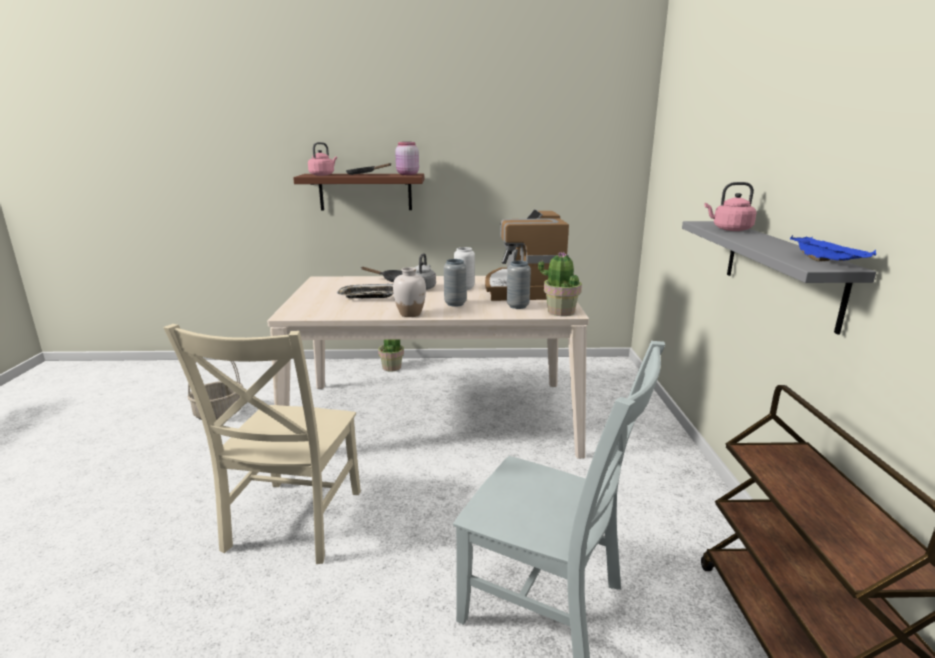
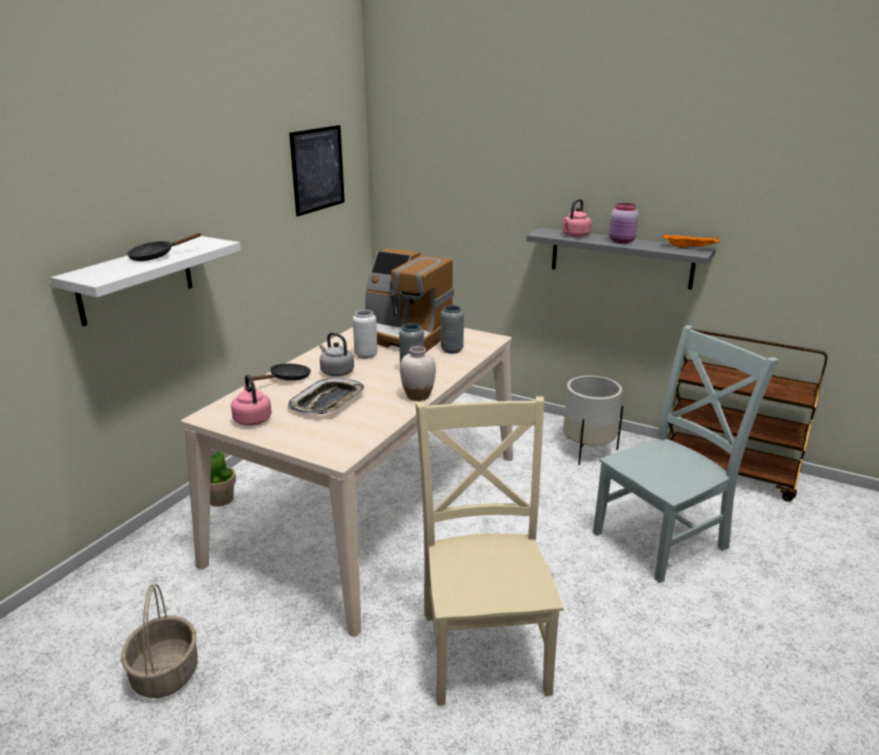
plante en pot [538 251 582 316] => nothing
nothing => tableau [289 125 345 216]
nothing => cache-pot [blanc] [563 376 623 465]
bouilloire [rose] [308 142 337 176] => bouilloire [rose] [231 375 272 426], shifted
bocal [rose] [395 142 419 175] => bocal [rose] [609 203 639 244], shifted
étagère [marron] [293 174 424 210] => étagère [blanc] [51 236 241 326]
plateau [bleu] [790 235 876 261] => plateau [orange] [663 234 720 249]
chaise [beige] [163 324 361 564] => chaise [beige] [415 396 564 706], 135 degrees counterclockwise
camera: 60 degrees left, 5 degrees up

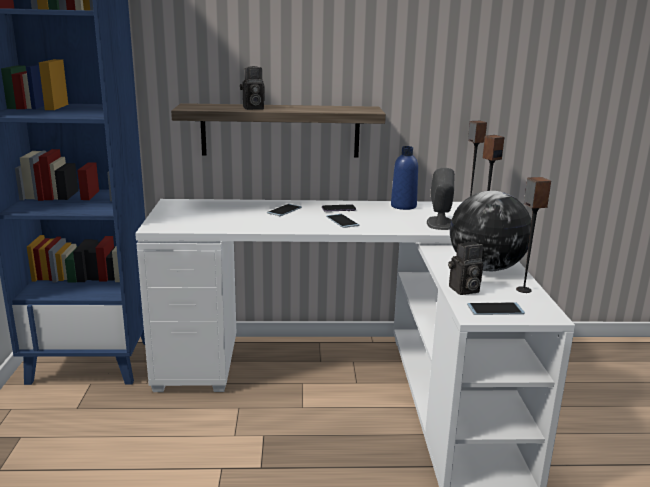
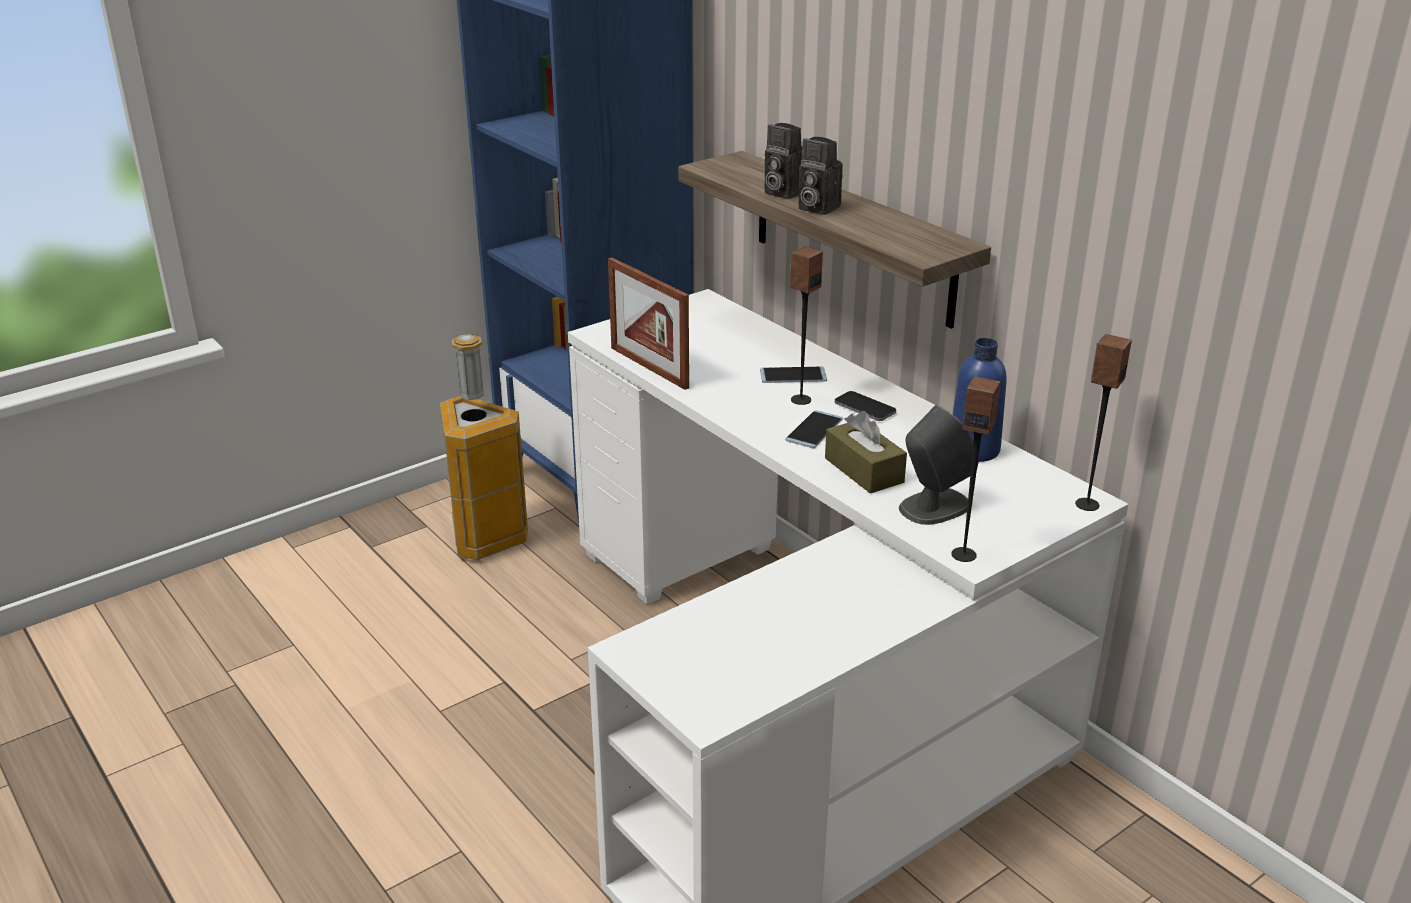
globe [450 191 532 271] => nothing
téléphone [467 302 525 315] => nothing
nothing => poubelle [440 334 528 560]
nothing => cadre photo [608 257 689 390]
nothing => boîte à mouchoirs [marron] [825 411 907 494]
appareil photo [448 242 483 295] => appareil photo [798 137 843 215], shifted
enceinte [516 177 551 293] => enceinte [790 246 823 405], shifted
camera: 55 degrees right, 10 degrees up

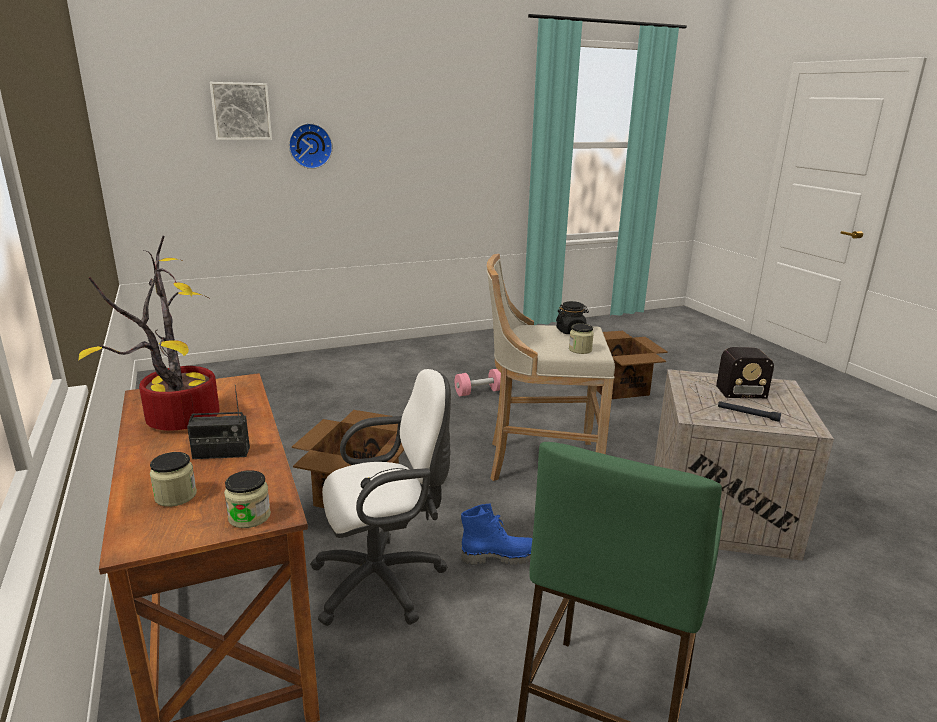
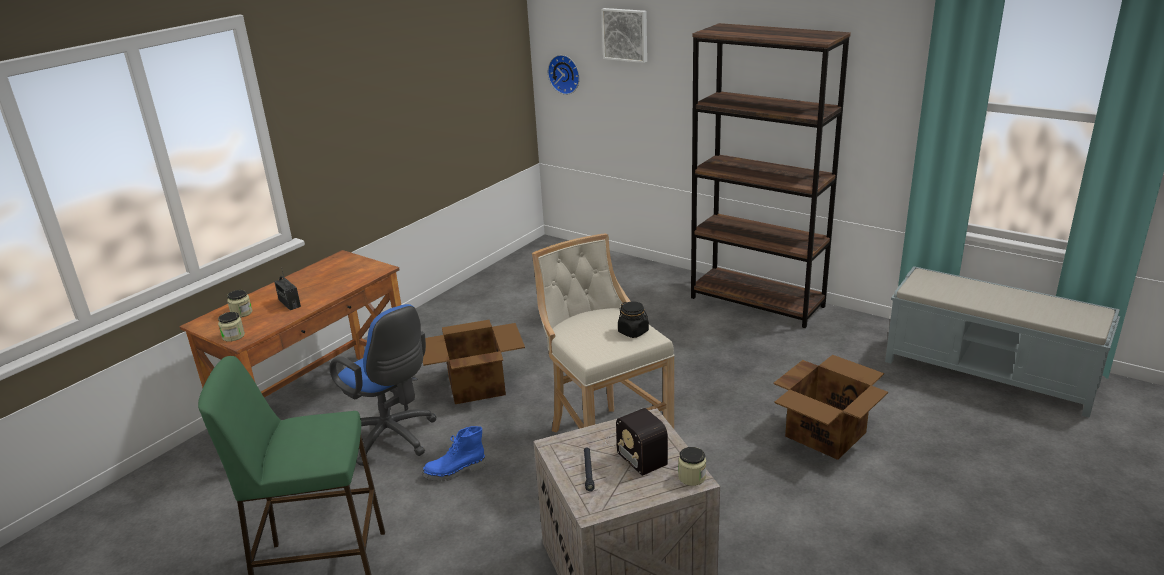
plante en pot [78 236 220 430] => nothing
haltère [rose] [455 369 501 396] => nothing
nothing => bibliothèque [marron] [691 23 851 328]
nothing => banc [gris] [885 266 1120 417]
horloge murale [289 123 333 169] => horloge murale [548 55 580 95], shifted
bocal [569 323 594 354] => bocal [678 447 706 486], shifted
chaise de bureau [blanc] [310 369 451 626] => chaise de bureau [bleu] [329 304 437 466]
botte [bleu] [461 504 532 565] => botte [bleu] [422 426 486 481], 105 degrees clockwise
camera: 60 degrees right, 5 degrees up

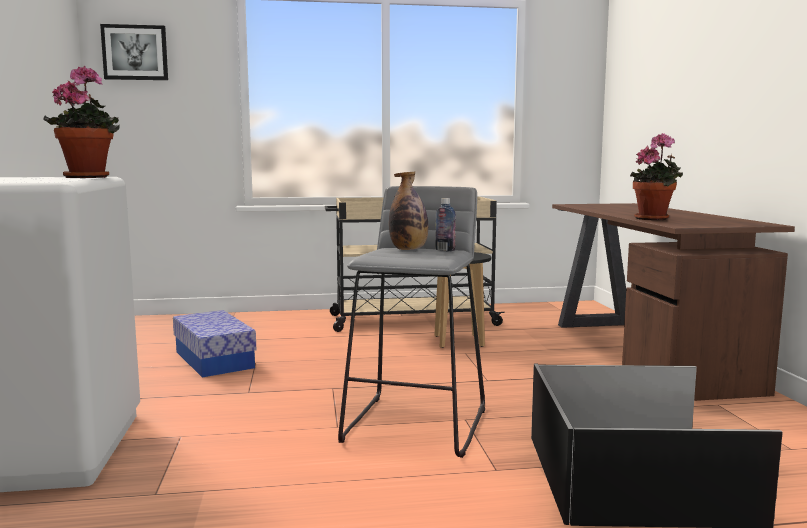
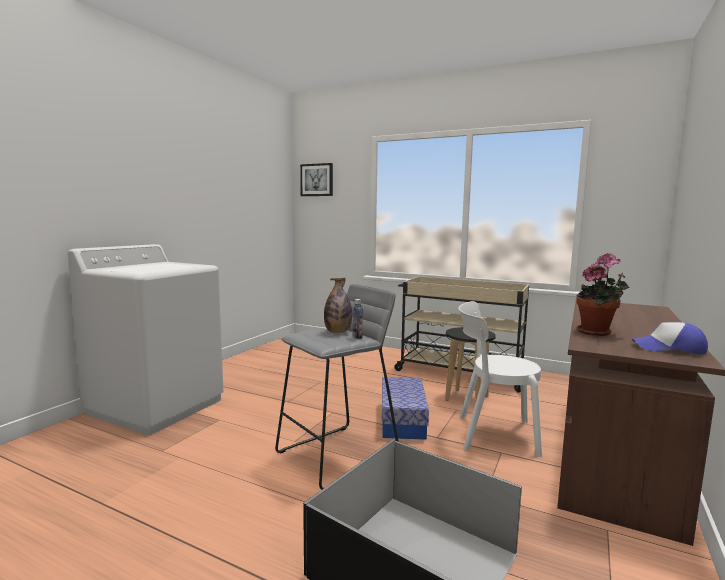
plante en pot [43 66 120 178] => nothing
nothing => chaise [blanc] [459 301 542 457]
nothing => casquette [632 322 708 354]
boîte de rangement [173 310 256 377] => boîte de rangement [382 377 429 440], shifted
camera: 35 degrees right, 0 degrees up

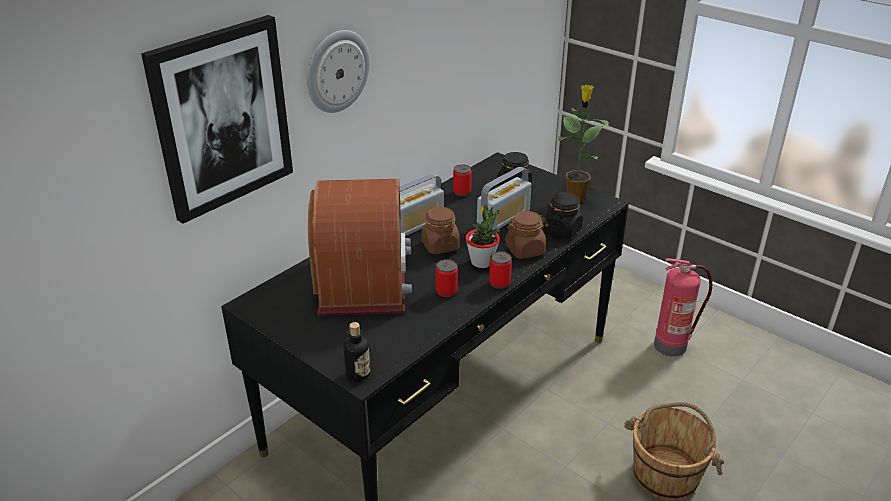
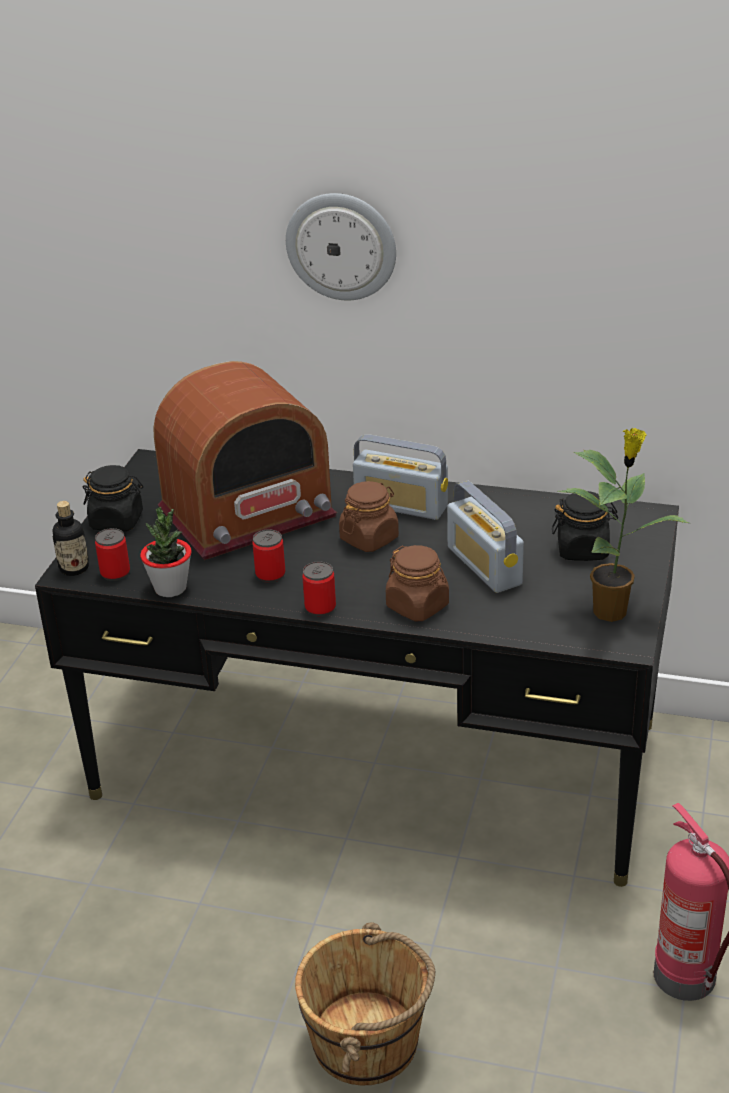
tableau [141 15 293 224] => nothing
boîte métallique [453 165 472 196] => boîte métallique [95 528 130 581], shifted
plante en pot [465 204 500 268] => plante en pot [140 507 192 597], shifted
bocal [noir] [544 192 583 239] => bocal [noir] [83 465 143 531], shifted
radio [477 167 531 230] => radio [447 481 524 593], 45 degrees clockwise
camera: 65 degrees right, 0 degrees up

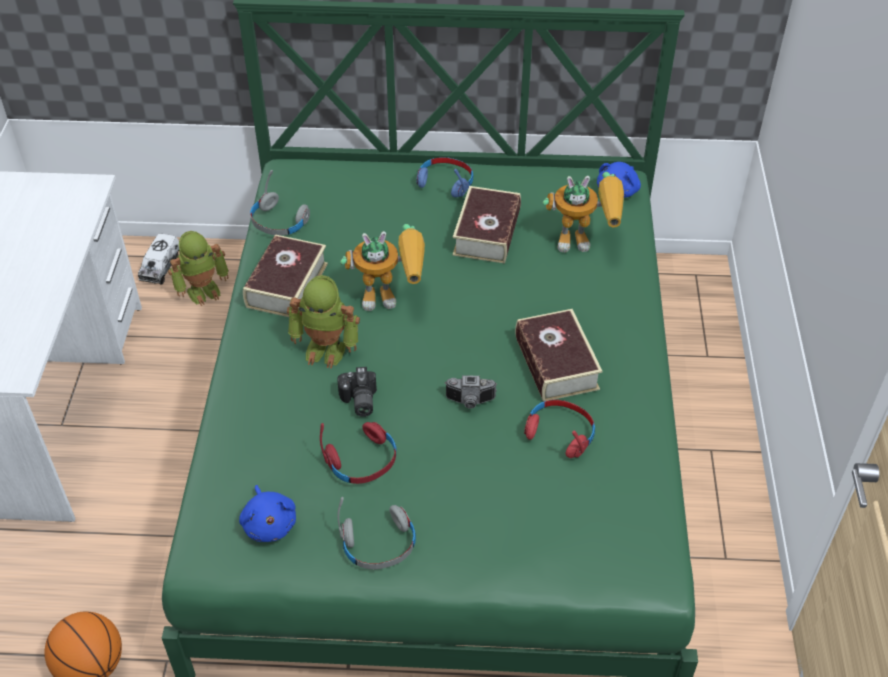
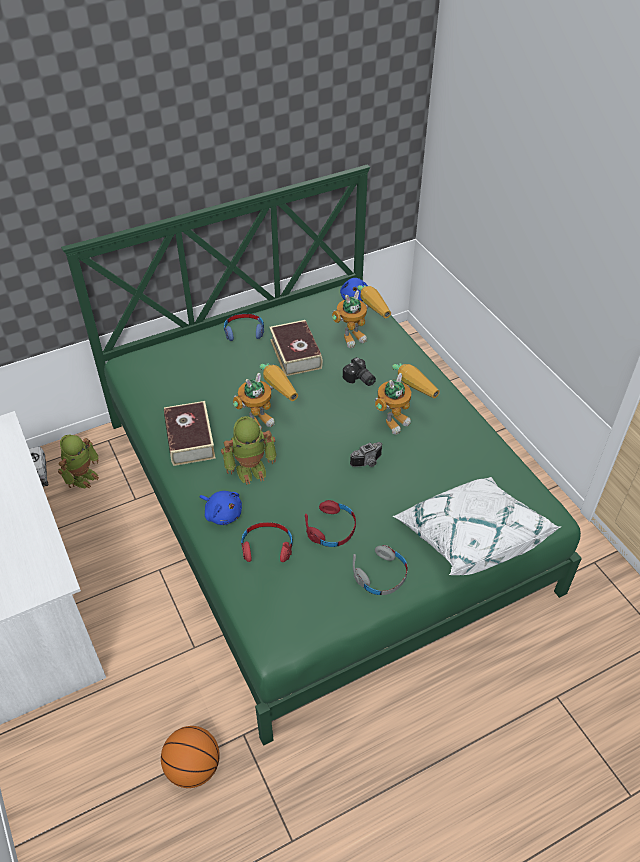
casque audio [gris] [250 170 310 236] => nothing
nothing => coussin [blanc] [393 477 560 575]
peluche [bleu] [239 485 296 542] => peluche [bleu] [200 491 242 525], shifted
appareil photo [337 367 377 417] => appareil photo [343 357 376 386], shifted
casque audio [rouge] [524 400 595 458] => casque audio [rouge] [241 522 293 562], shifted
livre [515 309 603 402] => robot jouet [375 363 440 435]
camera: 30 degrees left, 0 degrees up

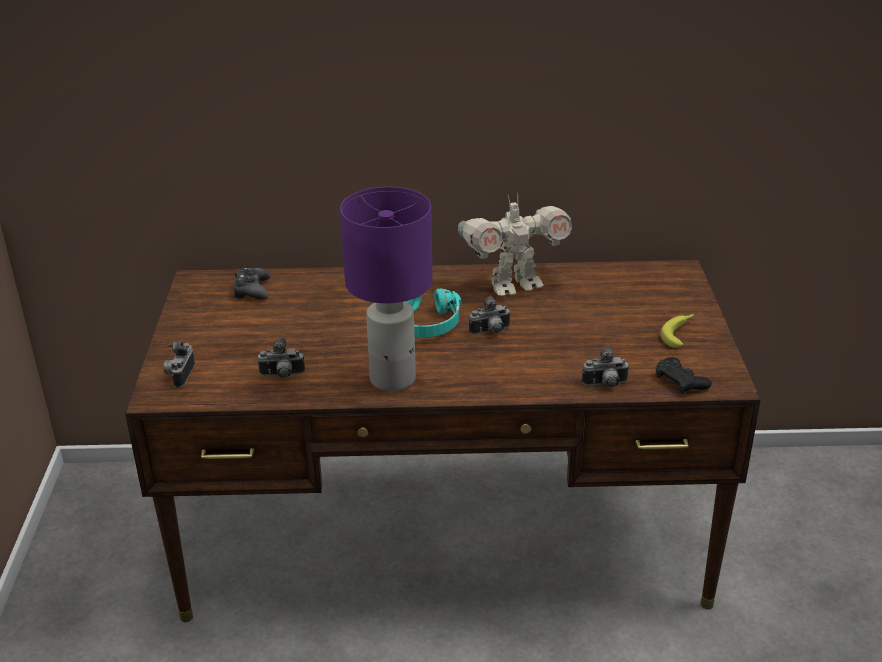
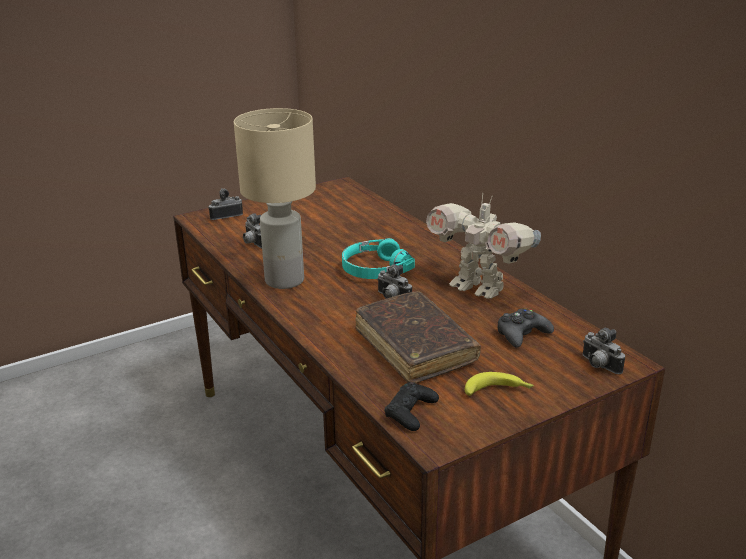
nothing => livre [marron] [355 291 481 383]
manette [noir] [233 268 270 300] => manette [noir] [498 308 554 348], shifted
appareil photo [582 346 629 388] => appareil photo [583 328 625 374], shifted
lampe de table [violet] [340 187 432 391] => lampe de table [beige] [234 108 316 289]
camera: 60 degrees right, 5 degrees down

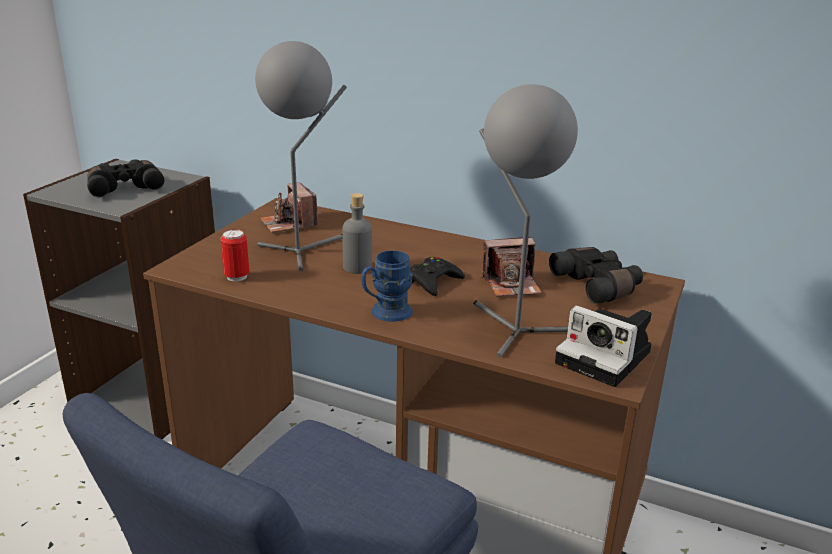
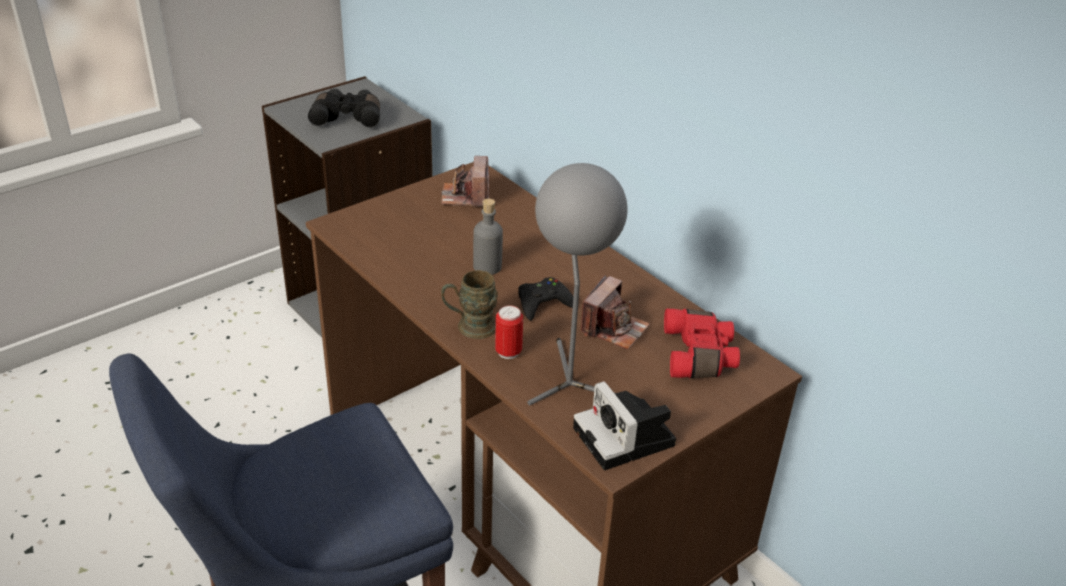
lampe de table [gris] [255 41 347 271] => nothing
boîte métallique [221 229 249 281] => boîte métallique [495 305 523 359], shifted
mug [bleu] [361 251 413 322] => mug [marron] [441 270 498 339]
jumelles [noir] [549 247 643 304] => jumelles [rouge] [664 309 740 378]
appareil photo [481 236 542 297] => appareil photo [581 275 650 350], 75 degrees counterclockwise
camera: 25 degrees right, 10 degrees up

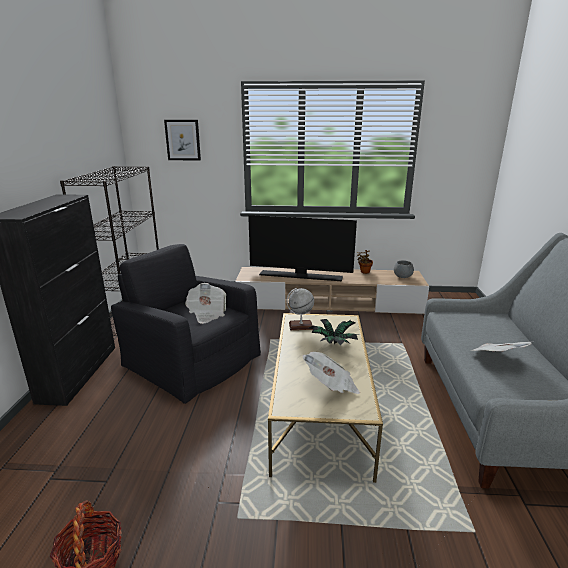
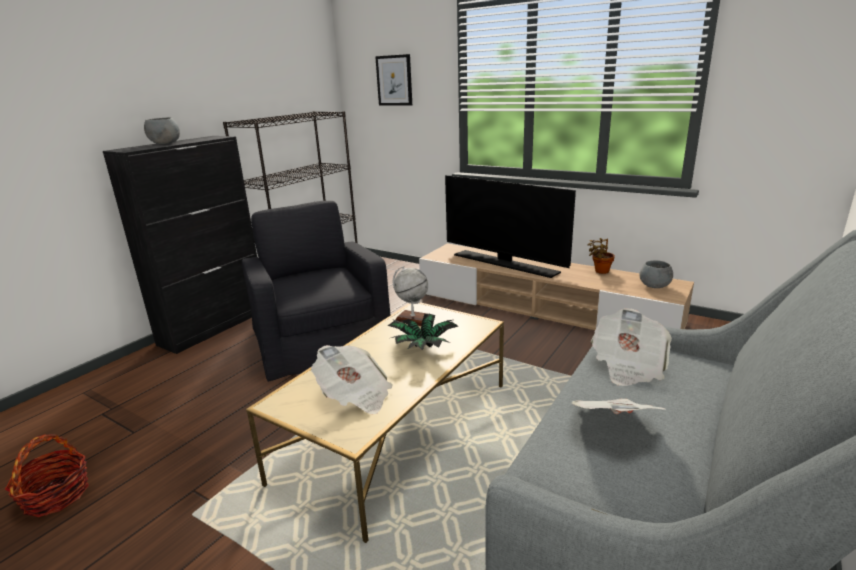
nothing => bol [gris] [144 117 180 144]
journal [185 283 226 324] => journal [591 308 672 386], shifted
camera: 30 degrees right, 0 degrees up

